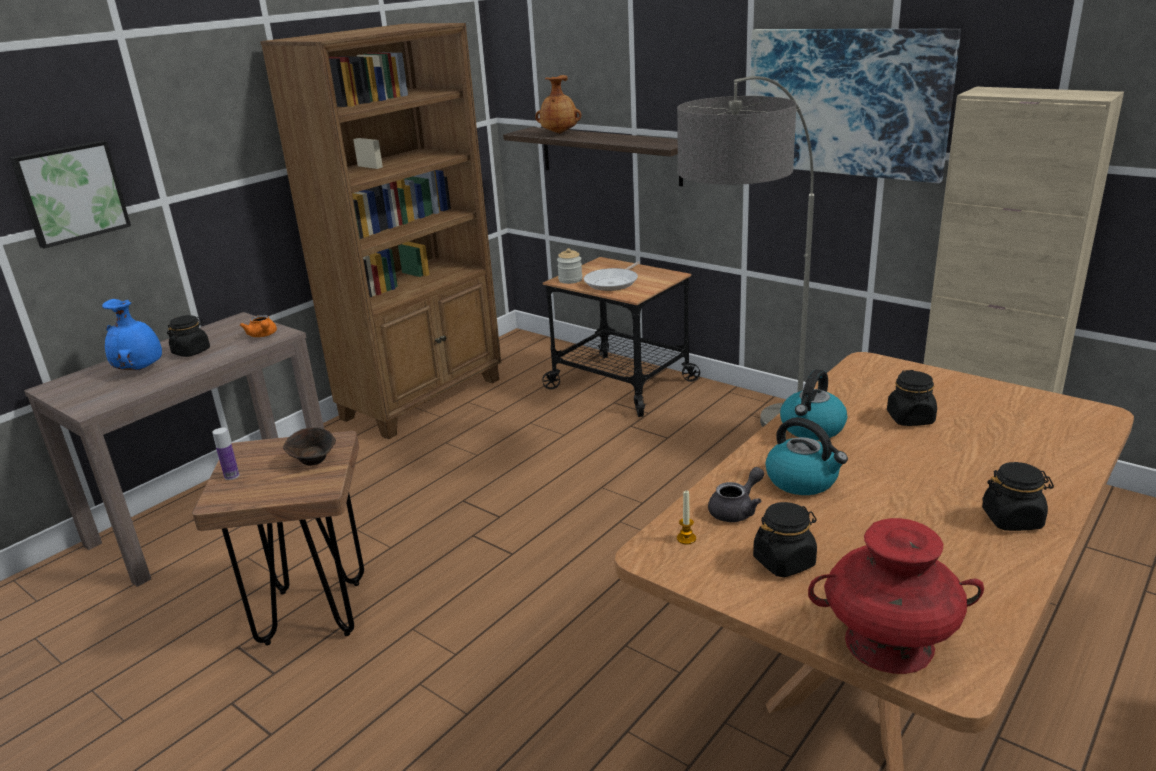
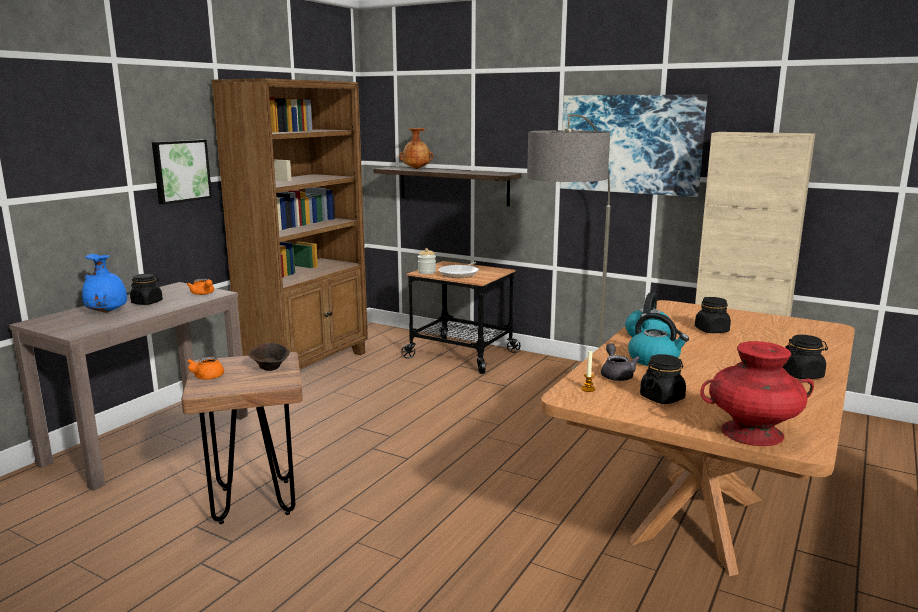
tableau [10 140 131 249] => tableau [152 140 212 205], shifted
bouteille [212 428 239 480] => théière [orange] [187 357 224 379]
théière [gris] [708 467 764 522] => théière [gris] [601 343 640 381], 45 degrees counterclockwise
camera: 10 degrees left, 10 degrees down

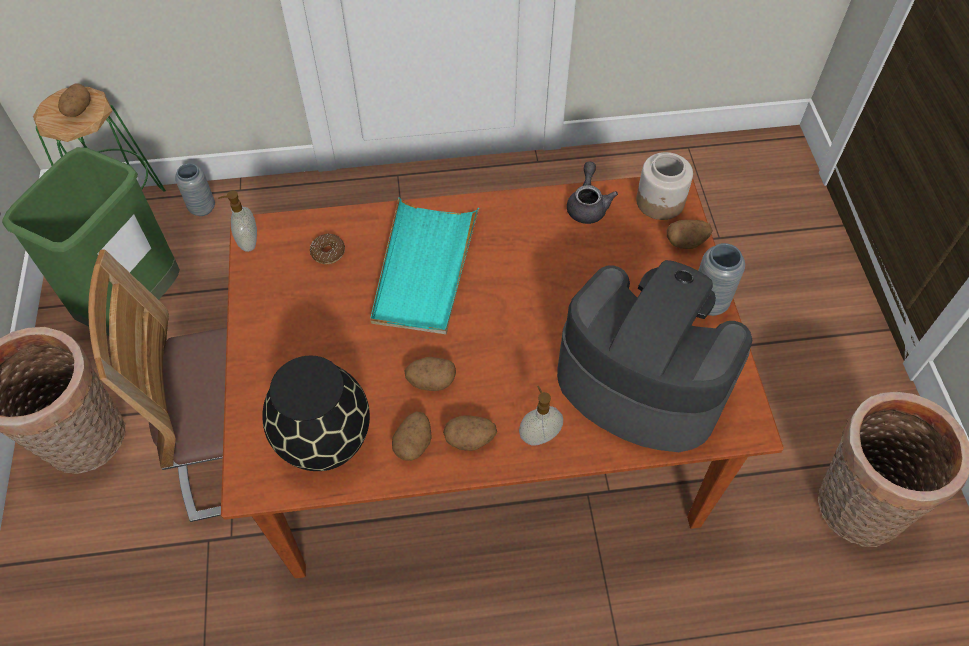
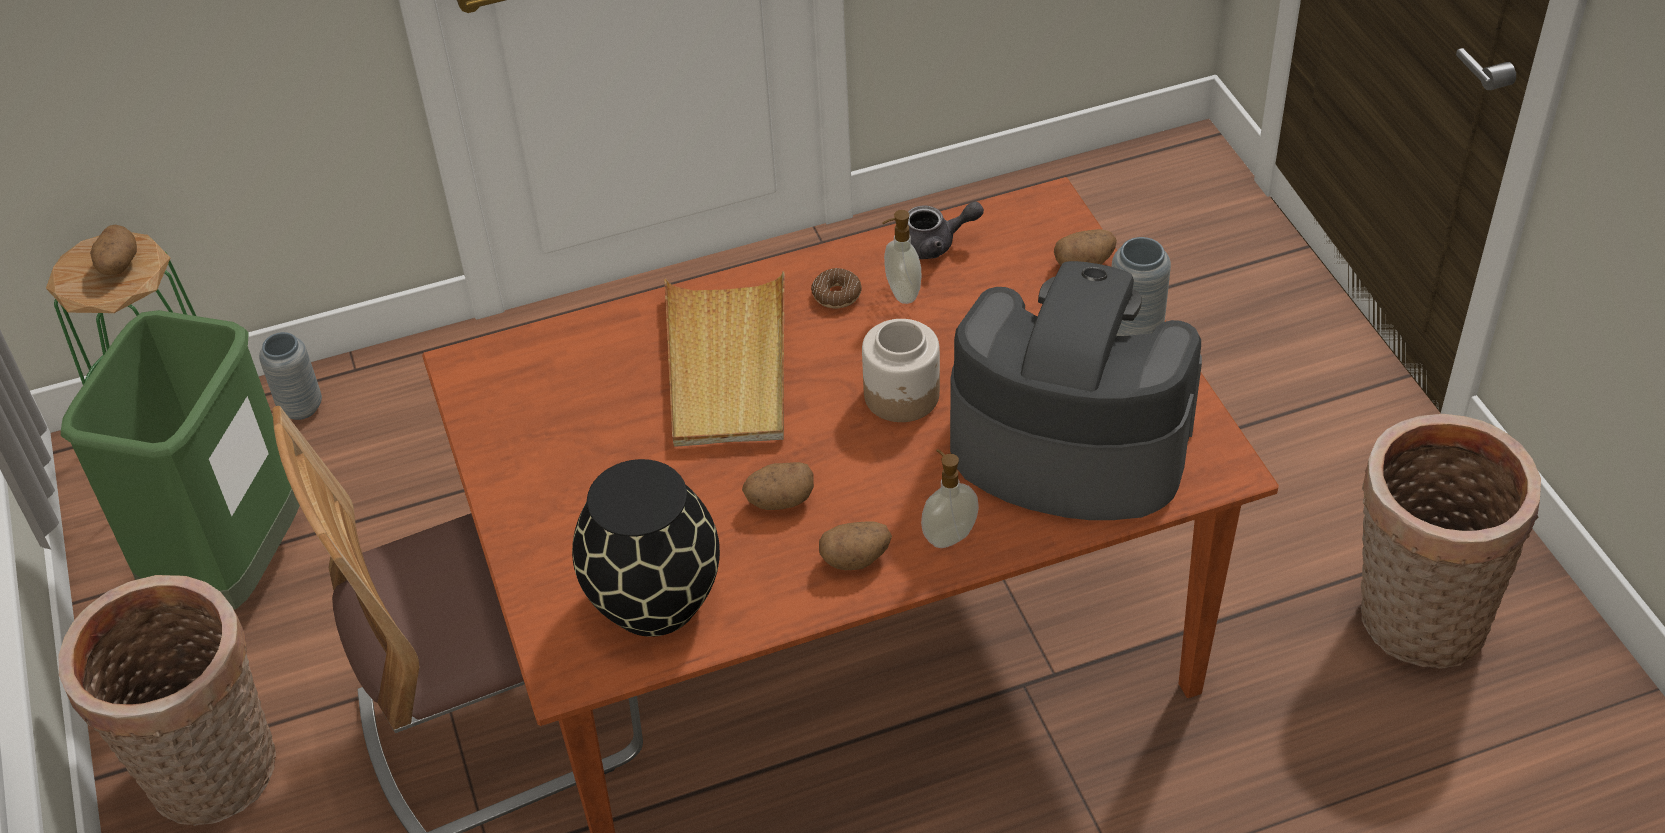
pomme de terre [392 411 432 461] => nothing
distributeur de savon [218 190 257 252] => distributeur de savon [882 210 921 304], shifted
beignet [310 234 345 264] => beignet [811 268 862 308], shifted
bocal [636 152 693 220] => bocal [862 319 940 422], shifted
plateau [turquoise] [370 197 479 334] => plateau [beige] [664 271 784 447]
théière [gris] [567 162 618 224] => théière [gris] [908 201 984 259], 90 degrees clockwise
camera: 10 degrees left, 10 degrees down

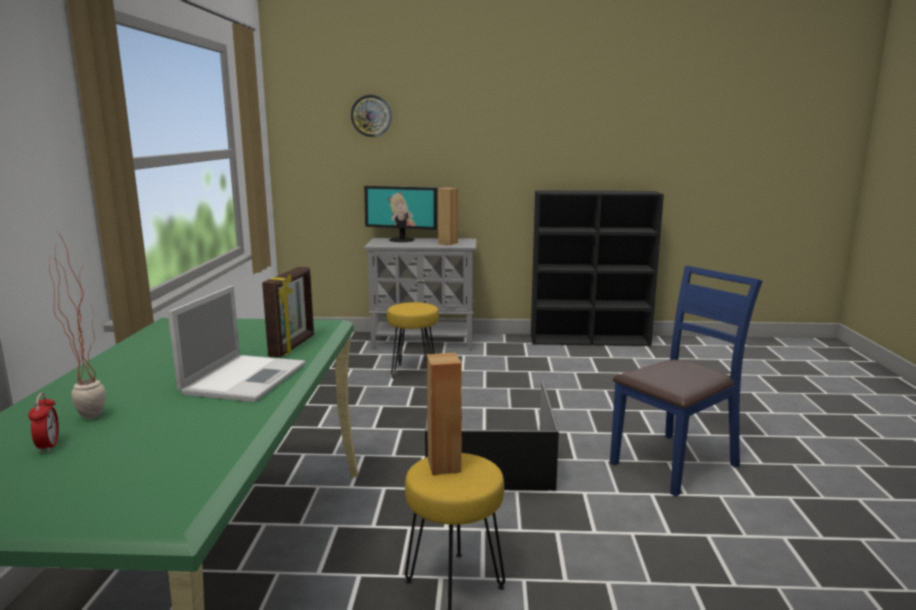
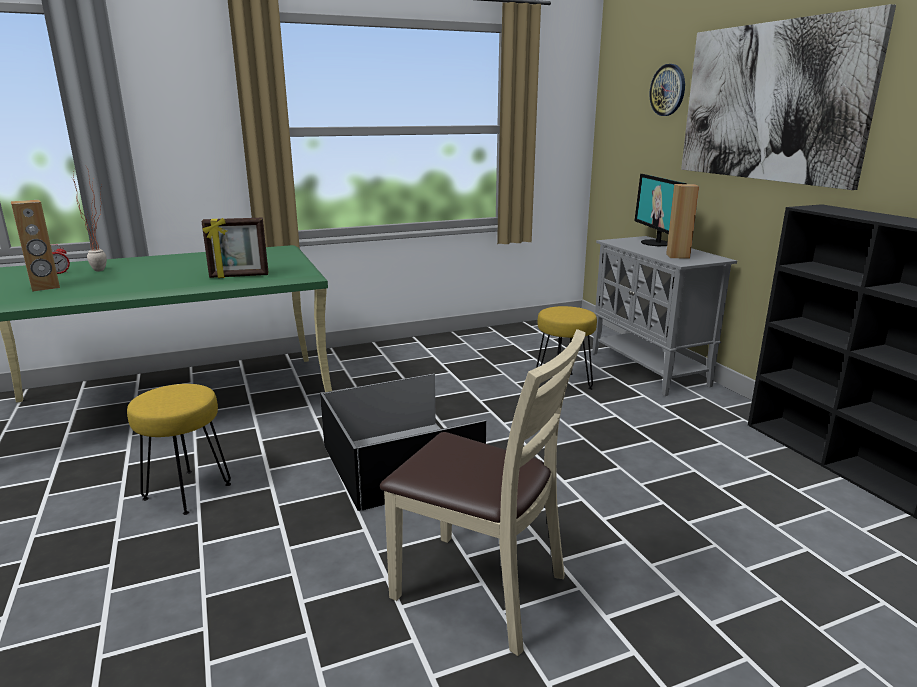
ordinateur portable [168 286 306 402] => nothing
nothing => tableau [681 4 896 190]
enceinte [marron] [427 352 462 475] => enceinte [marron] [11 200 60 292], shifted
chaise [bleu] [610 266 763 497] => chaise [beige] [380 329 586 656]
camera: 65 degrees right, 5 degrees up

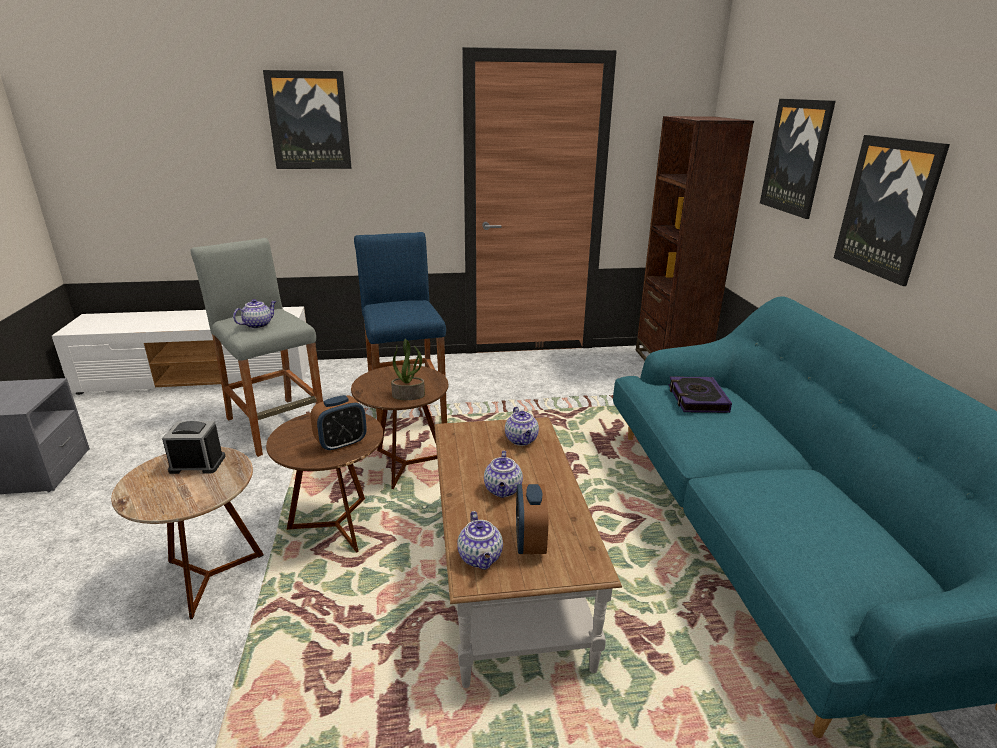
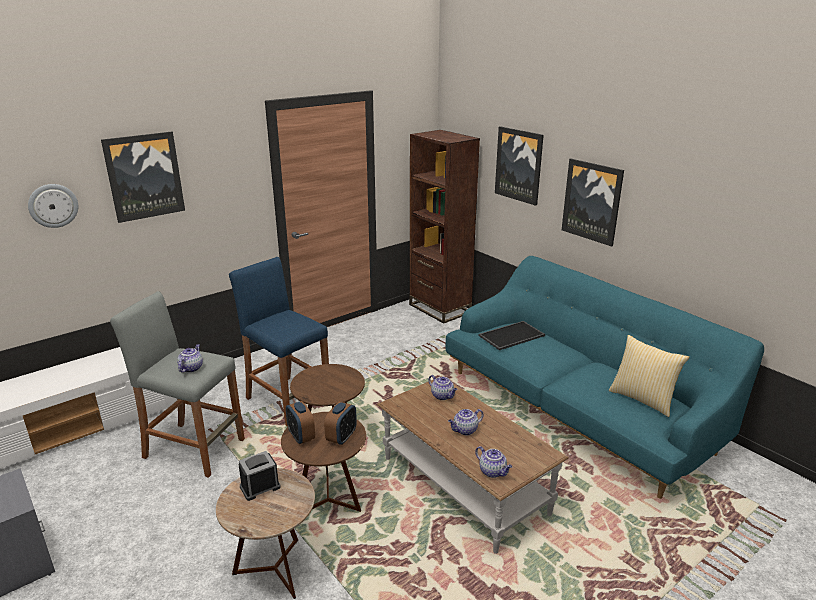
plante en pot [391 339 425 400] => nothing
nothing => horloge murale [28 184 78 228]
nothing => coussin [609 335 689 417]
réveil [516 484 548 554] => réveil [286 401 315 444], shifted
livre [669 376 732 413] => plateau [478 321 545 350]
théière [484 451 523 498] => théière [448 409 484 436], 90 degrees clockwise
camera: 30 degrees left, 0 degrees up

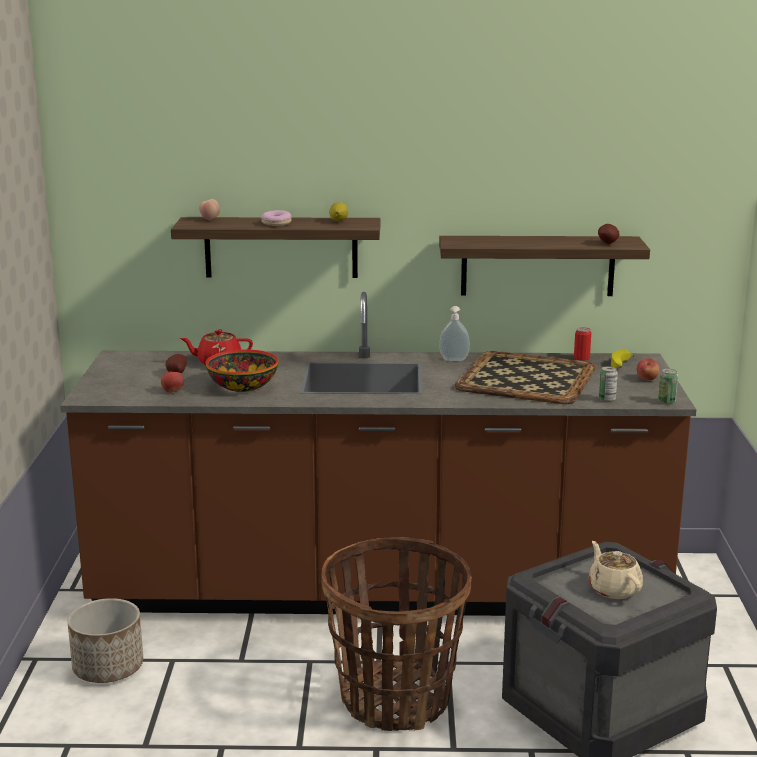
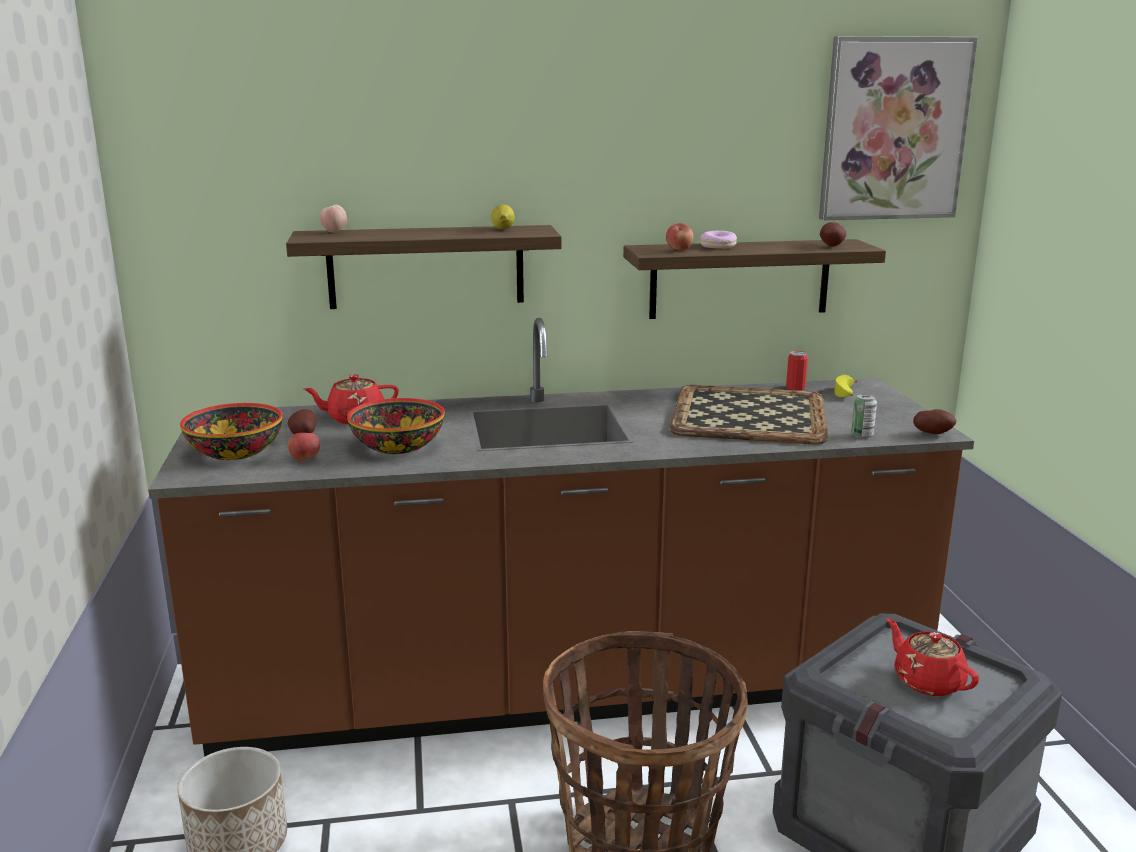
distributeur de savon [439 306 470 361] => nothing
nothing => bol [180 403 283 460]
nothing => tableau [819 36 978 220]
beignet [261 210 292 226] => beignet [700 231 737 249], shifted
pomme [637 358 659 381] => pomme [666 223 693 250], shifted
boîte métallique [658 369 678 404] => pomme de terre [913 409 957 434]
théière [beige] [589 541 643 599] => théière [rouge] [887 618 979 696]
camera: 10 degrees left, 0 degrees up

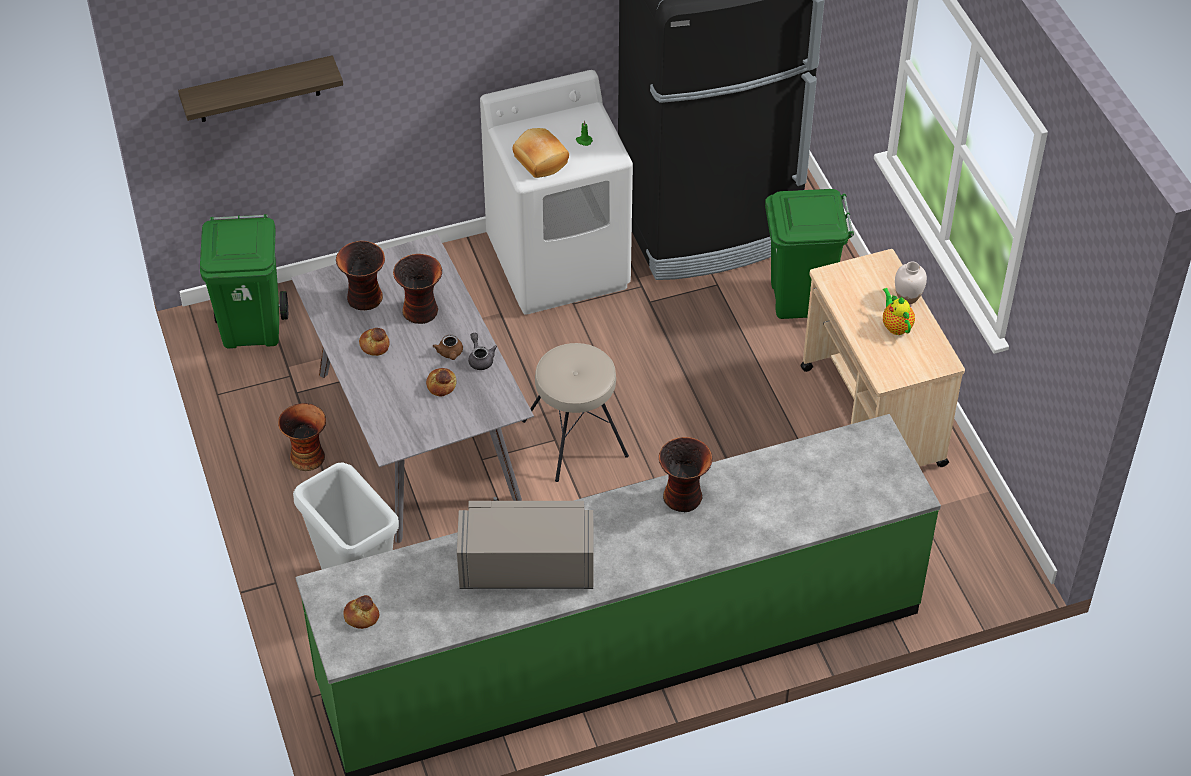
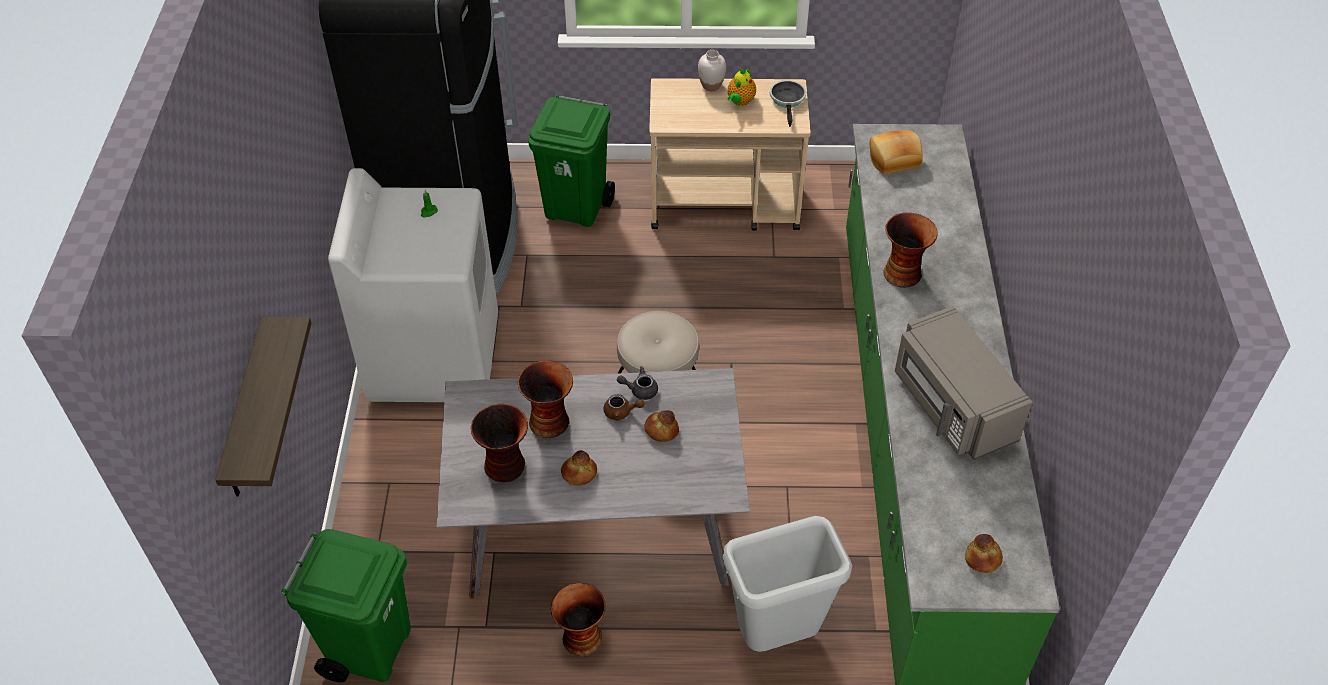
nothing => poêle [770 80 806 127]
pain [512 128 569 178] => pain [870 130 923 174], shifted
micro-ondes [gris] [457 497 593 589] => micro-ondes [gris] [895 306 1033 460], 45 degrees counterclockwise
théière [883 288 915 335] => théière [728 68 756 106], 60 degrees counterclockwise
camera: 70 degrees left, 0 degrees up

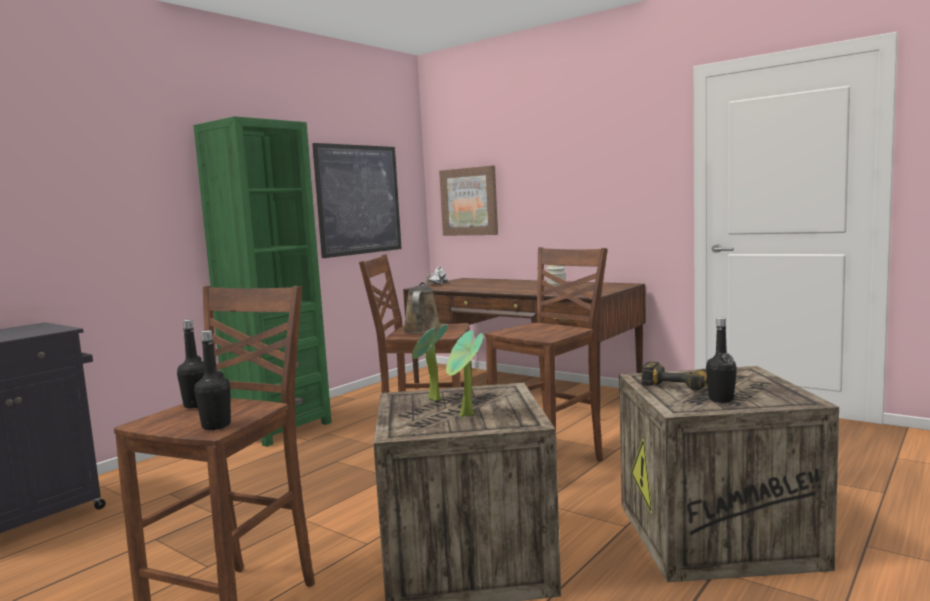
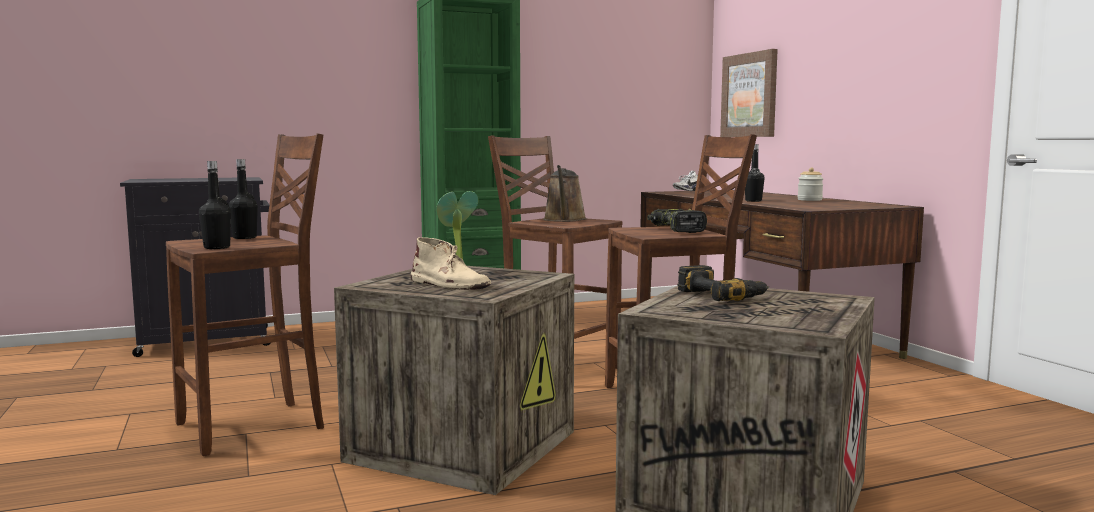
tableau [312 143 402 258] => nothing
nothing => perceuse [647 209 707 233]
bouteille [noir] [706 318 737 403] => bouteille [noir] [745 144 765 202], shifted
plante en pot [446 330 483 417] => botte [beige] [411 237 491 290]
arrosoir [marron] [403 274 441 334] => arrosoir [marron] [543 165 587 222], 150 degrees clockwise
camera: 30 degrees right, 0 degrees up

